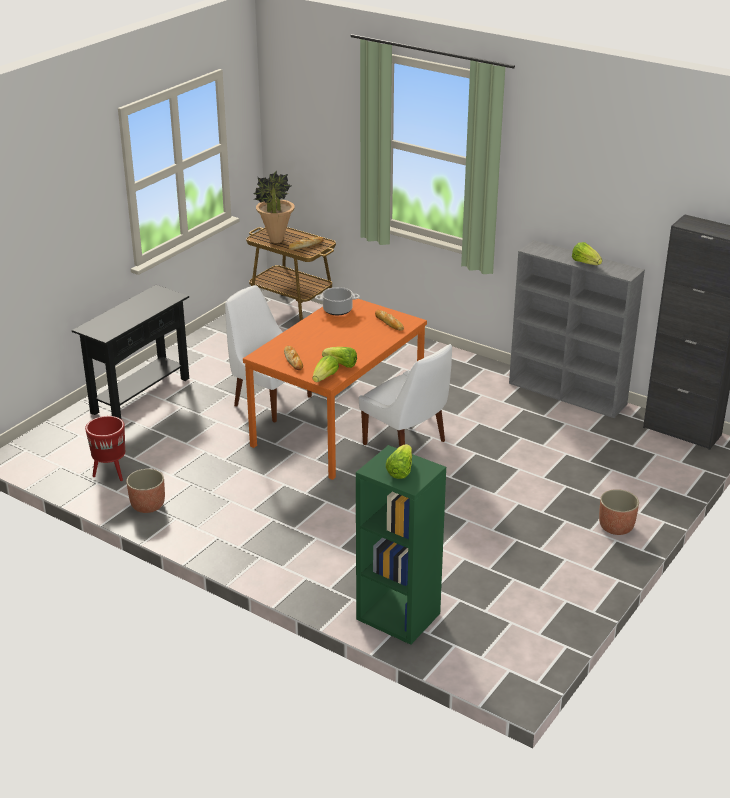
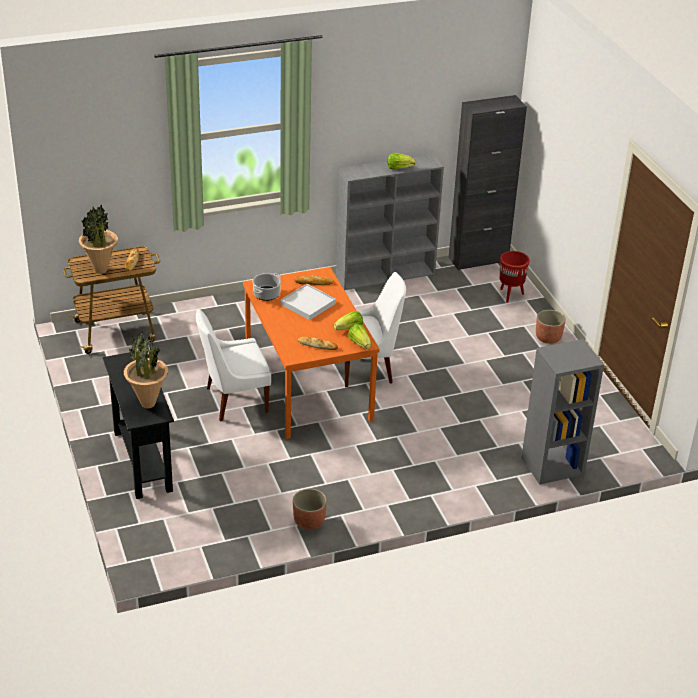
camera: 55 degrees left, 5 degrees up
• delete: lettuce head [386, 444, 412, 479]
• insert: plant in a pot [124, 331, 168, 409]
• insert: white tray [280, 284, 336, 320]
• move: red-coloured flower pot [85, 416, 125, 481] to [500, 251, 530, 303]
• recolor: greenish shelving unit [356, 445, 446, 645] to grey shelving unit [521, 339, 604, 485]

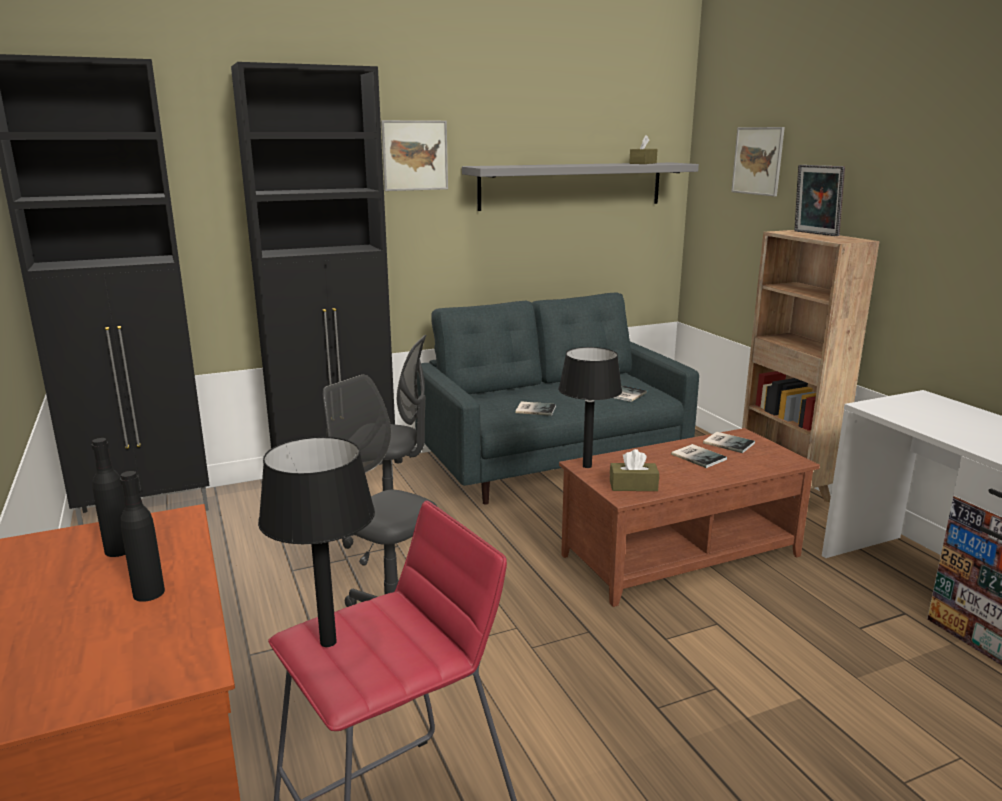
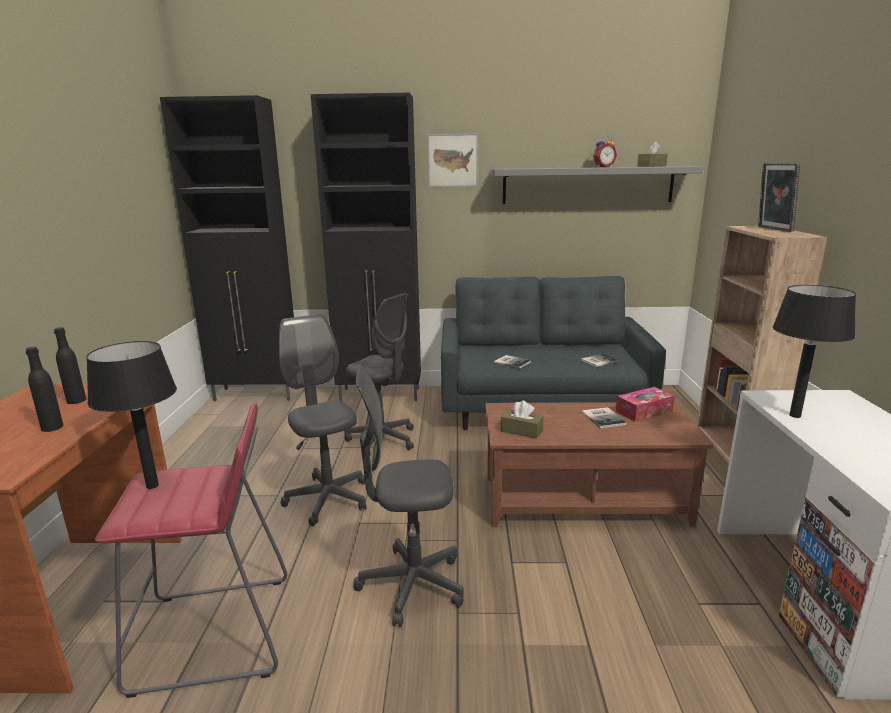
camera: 25 degrees right, 0 degrees up
• delete: wall picture [731, 127, 785, 197]
• insert: grey desk chair [353, 364, 464, 627]
• insert: bedside clock [593, 135, 617, 167]
• move: black lamp for a table [559, 347, 622, 468] to [773, 285, 856, 418]
• replace: bound book [703, 432, 755, 453] to box of tissues [616, 387, 675, 422]

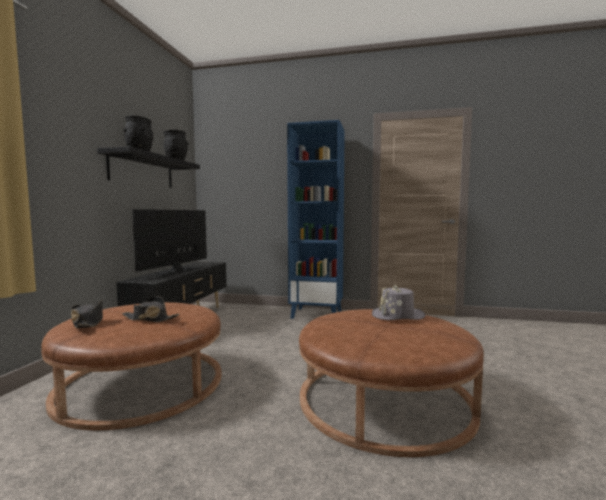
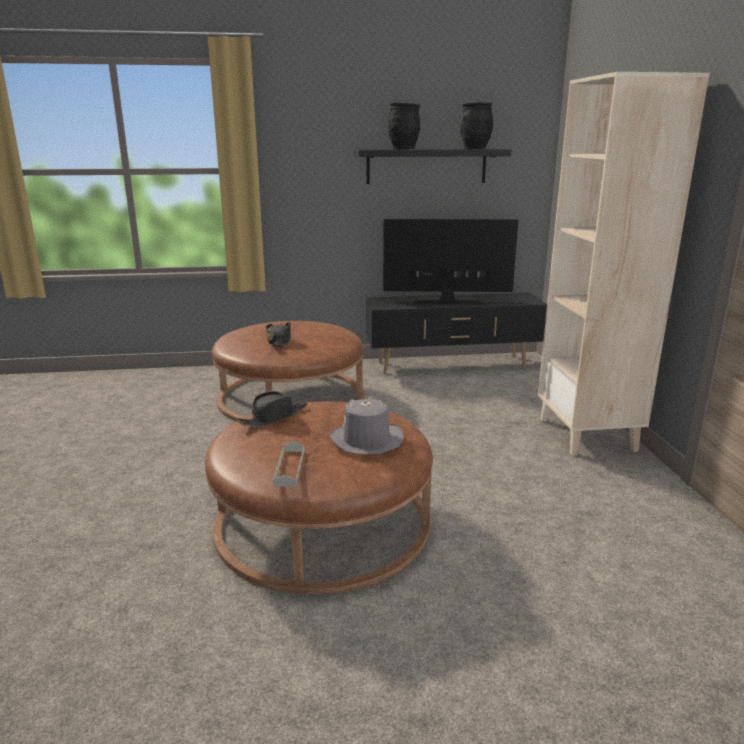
camera: 70 degrees right, 15 degrees up
• insert: grey tray [273, 441, 305, 487]
• move: black hat [71, 300, 103, 328] to [237, 391, 307, 427]
• recolor: bluish shelving unit [287, 120, 345, 319] to beige-coloured shelving unit [538, 72, 710, 456]

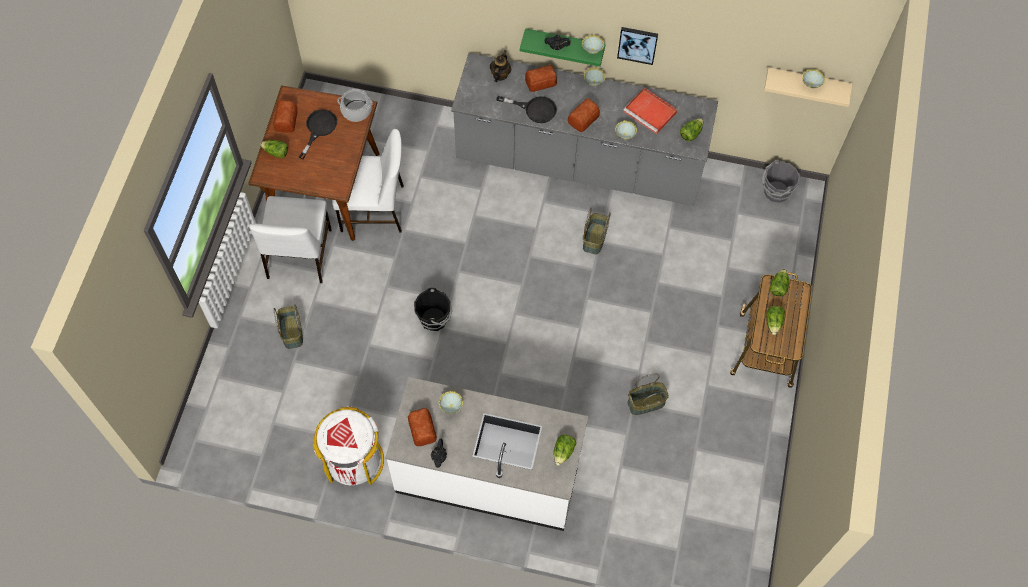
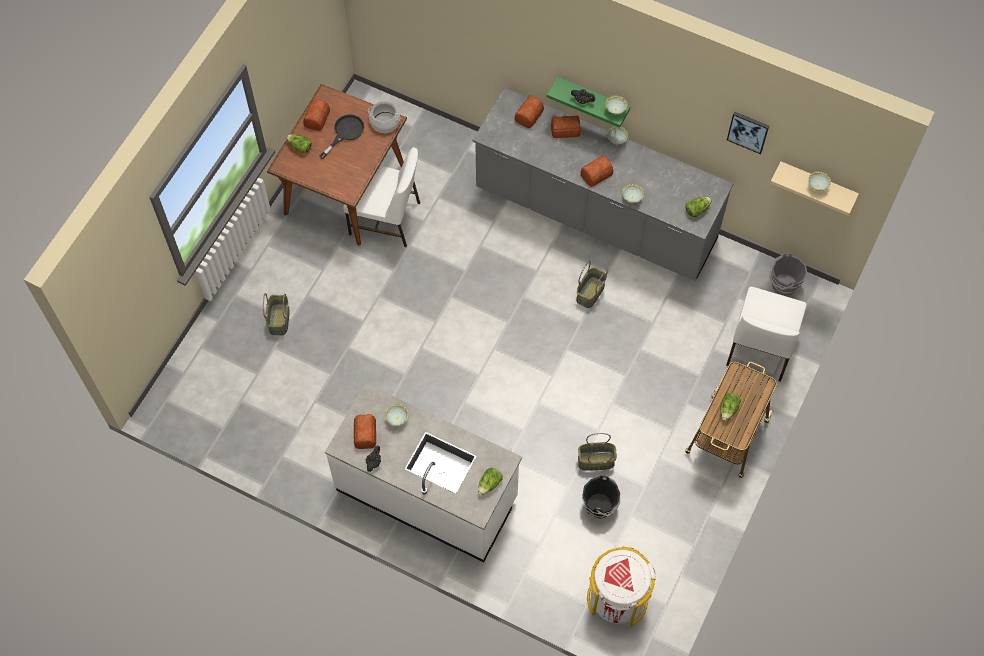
camera: 15 degrees right, 0 degrees up
• delete: black frying pan [496, 96, 557, 123]
• delete: red-coloured tray [624, 87, 678, 134]
• delete: lettuce head [769, 269, 789, 296]
• move: white chair [249, 196, 332, 283] to [726, 287, 807, 382]
• move: white waste bin [313, 407, 384, 485] to [587, 546, 656, 626]
• move: black pail [414, 288, 452, 331] to [582, 476, 620, 519]
• move: wall picture [617, 27, 658, 65] to [727, 112, 769, 154]
• replace: pot for tea [490, 50, 511, 82] to baked bread [515, 95, 544, 128]

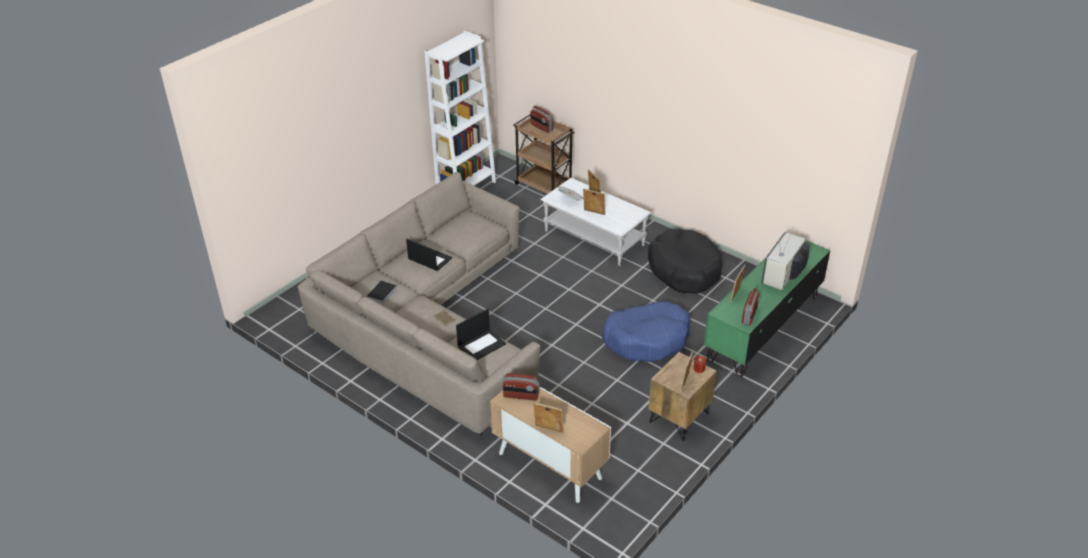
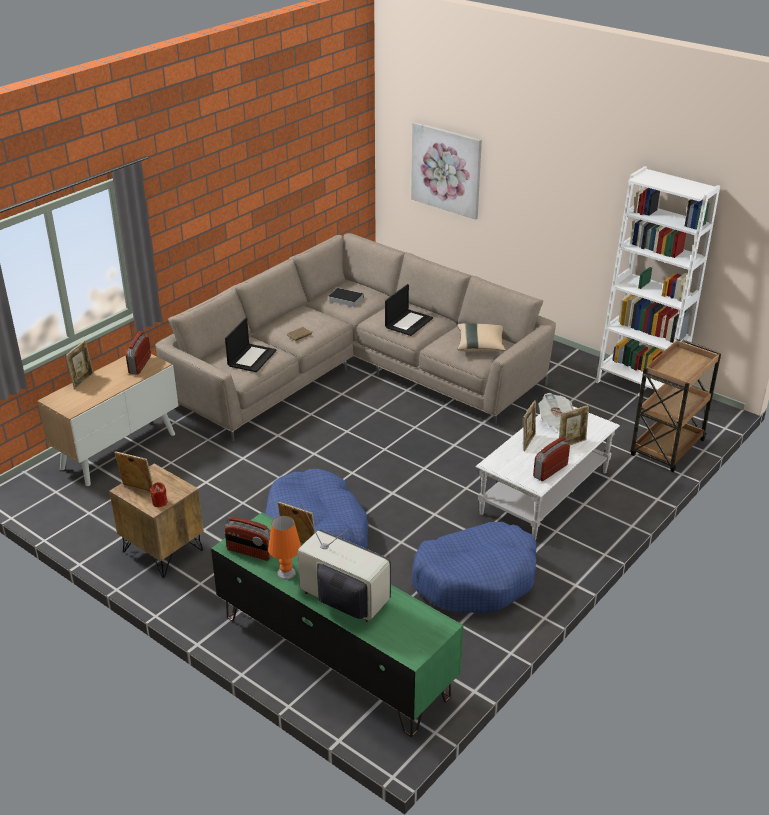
camera: 90 degrees right, 5 degrees down
• insert: orange lamp for a table [268, 516, 301, 579]
• insert: wall picture [411, 122, 482, 220]
• insert: beige-coloured throw pillow [457, 323, 506, 352]
• move: radio receiver [530, 106, 553, 133] to [533, 436, 570, 481]
• recolor: black dog cushion [648, 228, 722, 294] to bluish dog cushion [411, 522, 536, 614]
• rotate: portable computer [456, 309, 506, 360] = [225, 318, 276, 372] 120 degrees counterclockwise

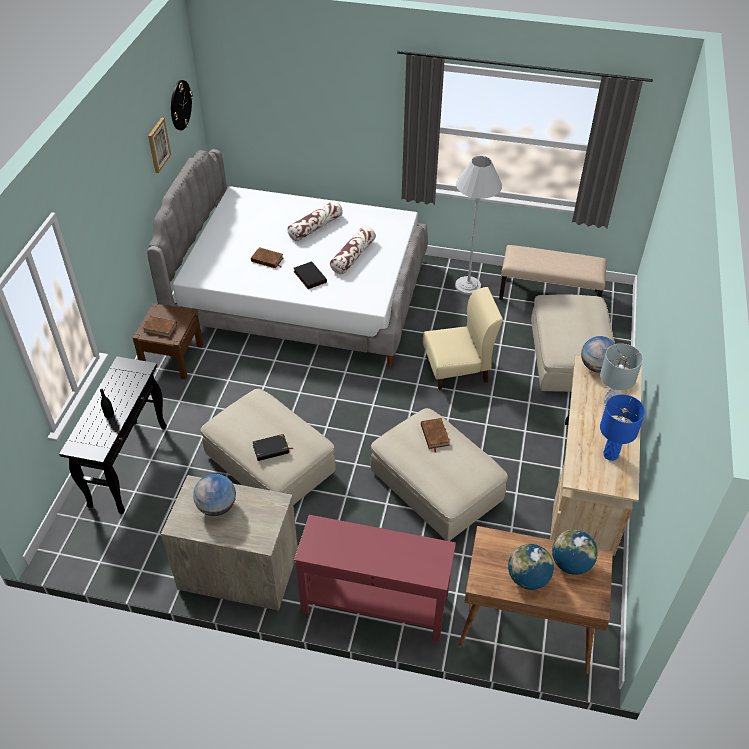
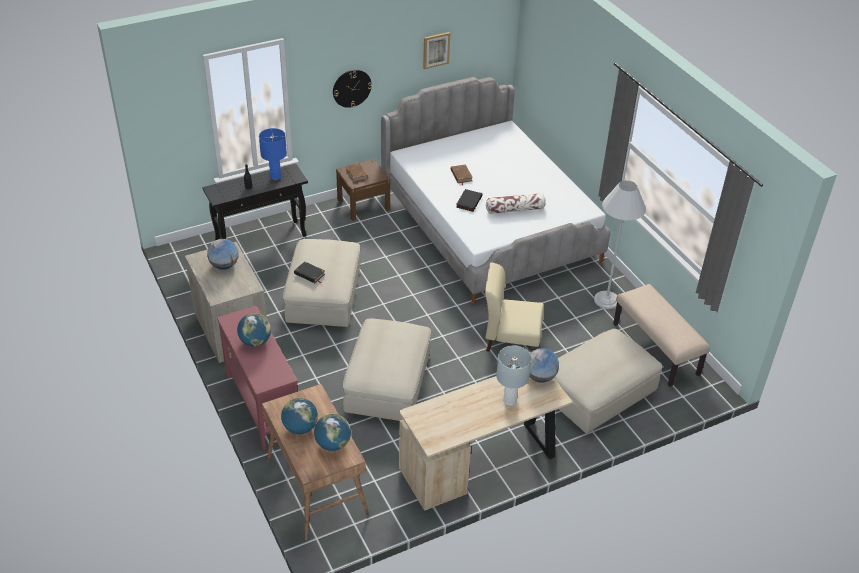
camera: 50 degrees right, 5 degrees down
• delete: throw pillow [288, 200, 343, 241]
• delete: brownish bound book [421, 418, 450, 453]
• insert: world globe [237, 313, 271, 347]
• move: hanging clock [171, 80, 193, 130] to [333, 70, 372, 108]
• move: bluish lamp for a table [600, 394, 645, 461] to [259, 128, 287, 180]
• rotate: beige-coloured chair [423, 287, 503, 390] = [485, 263, 544, 352] 150 degrees clockwise

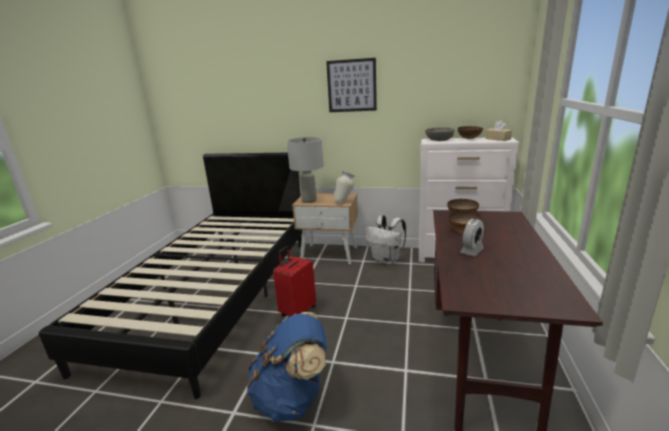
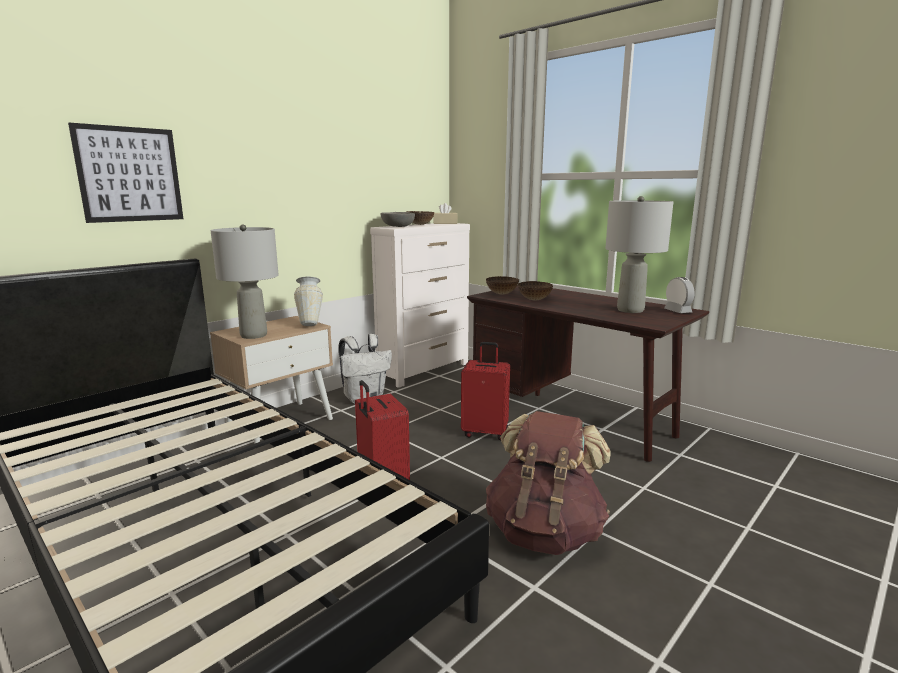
camera: 60 degrees left, 5 degrees down
• insert: red-coloured travel case [461, 342, 510, 441]
• insert: grey lamp for a table [605, 196, 673, 313]
• move: wall picture [326, 58, 377, 112] to [68, 123, 183, 223]
• move: bedside clock [460, 219, 484, 256] to [664, 277, 695, 313]
• recolor: bluish rucksack [247, 312, 327, 422] to brownish rucksack [486, 411, 611, 555]

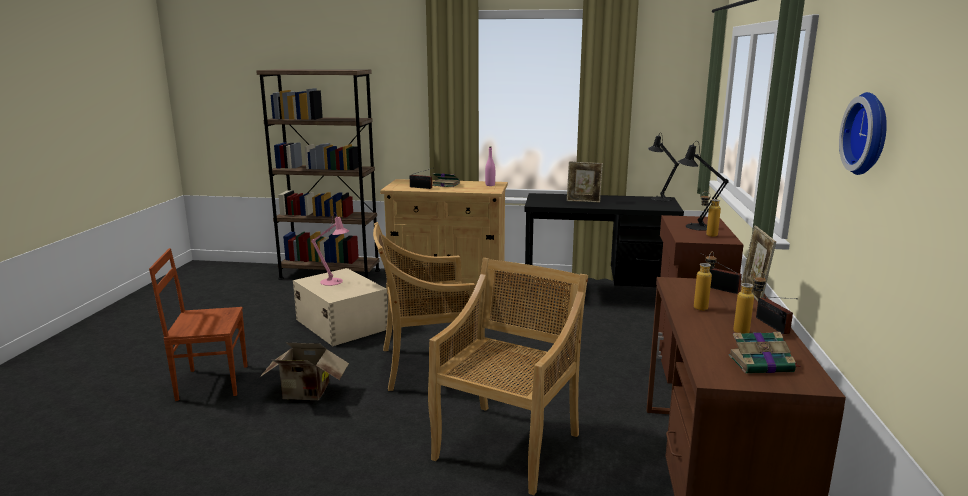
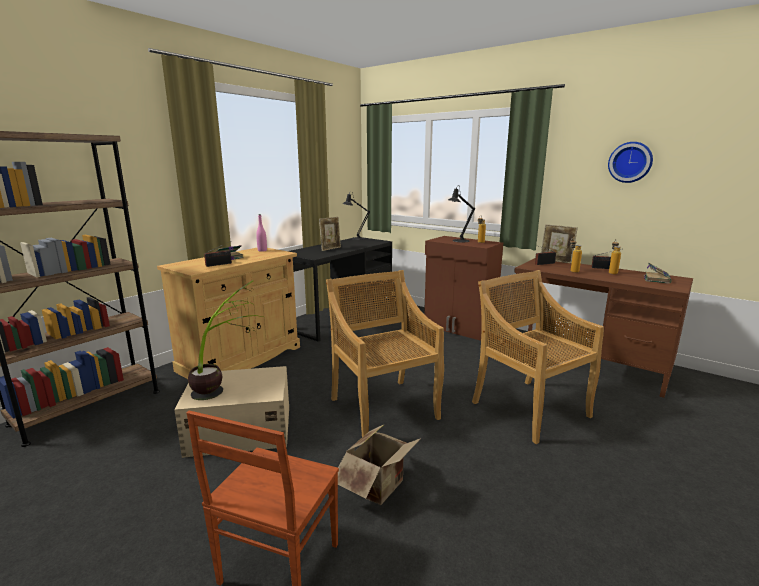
camera: 60 degrees left, 0 degrees up
• replace: pinkish lamp for a table [311, 213, 349, 286] to plant in a pot [188, 280, 263, 400]
• rotate: beige-coloured chair [373, 222, 476, 391] = [326, 270, 444, 437] 135 degrees clockwise

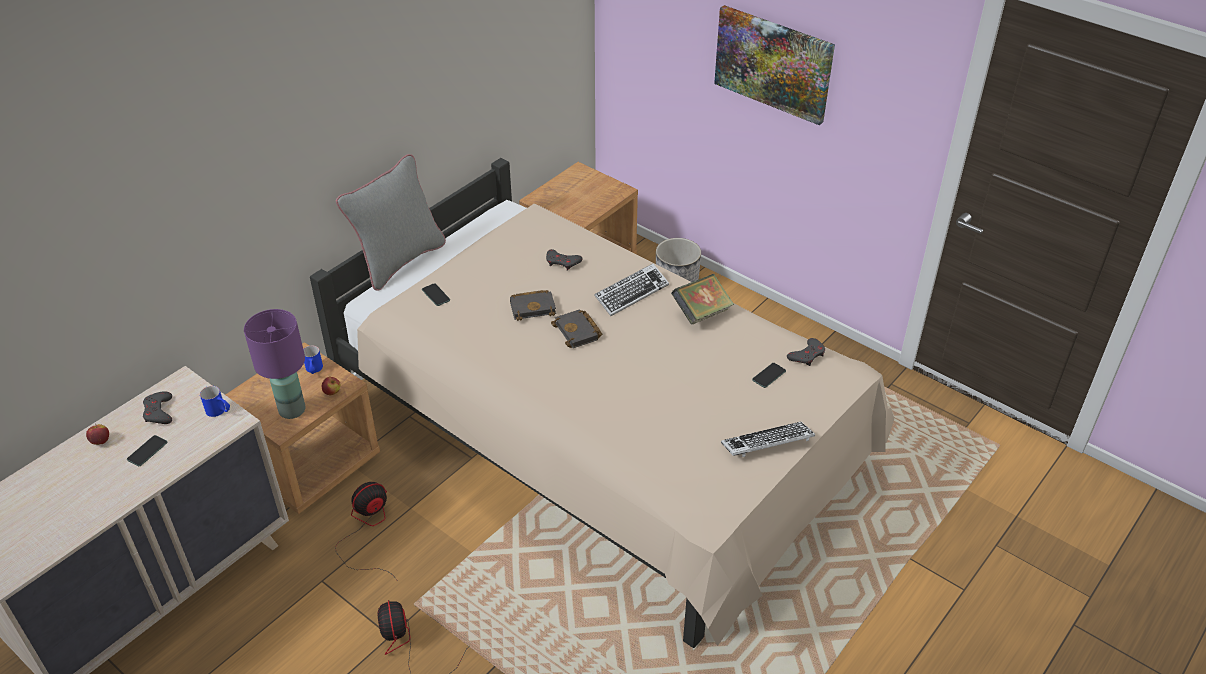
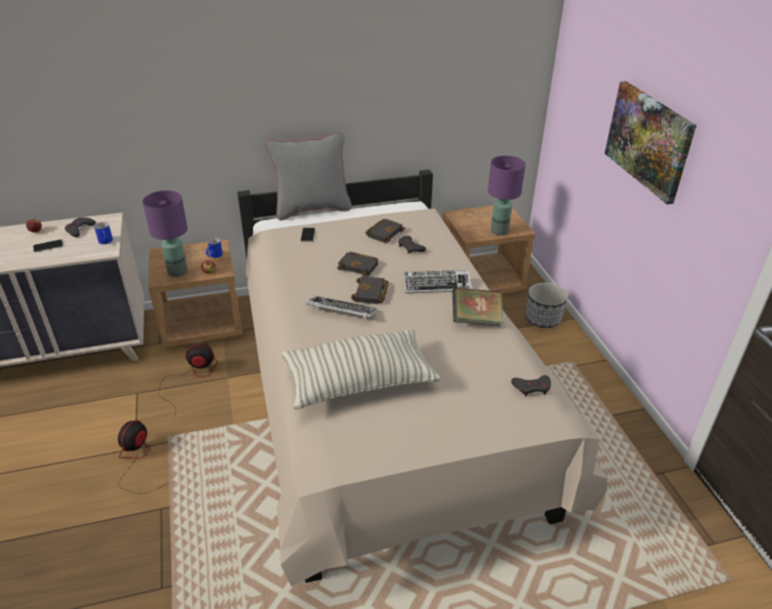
camera: 35 degrees right, 5 degrees down
• delete: telephone [752, 363, 786, 388]
• insert: throw pillow [282, 328, 440, 410]
• insert: black bound book [365, 219, 405, 243]
• insert: purple lamp for a table [488, 156, 525, 236]
• move: keyboard [721, 422, 815, 457] to [305, 296, 378, 319]

